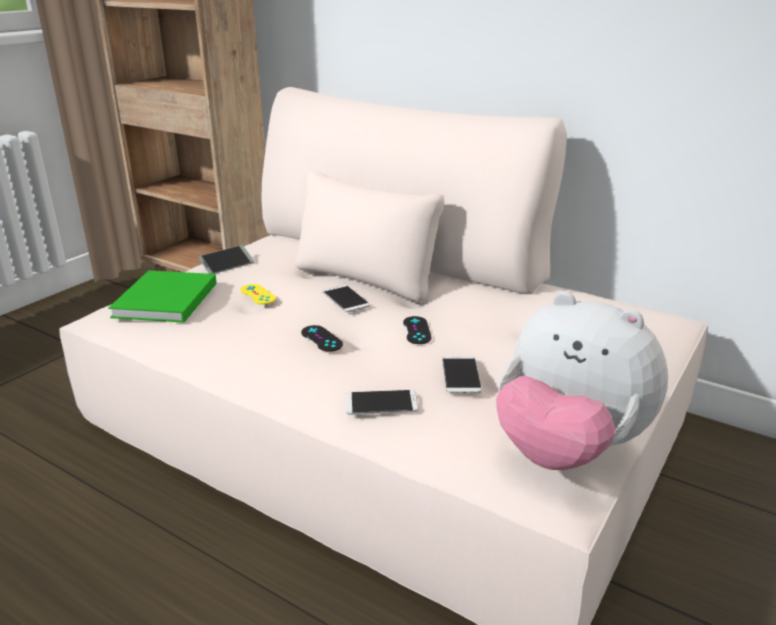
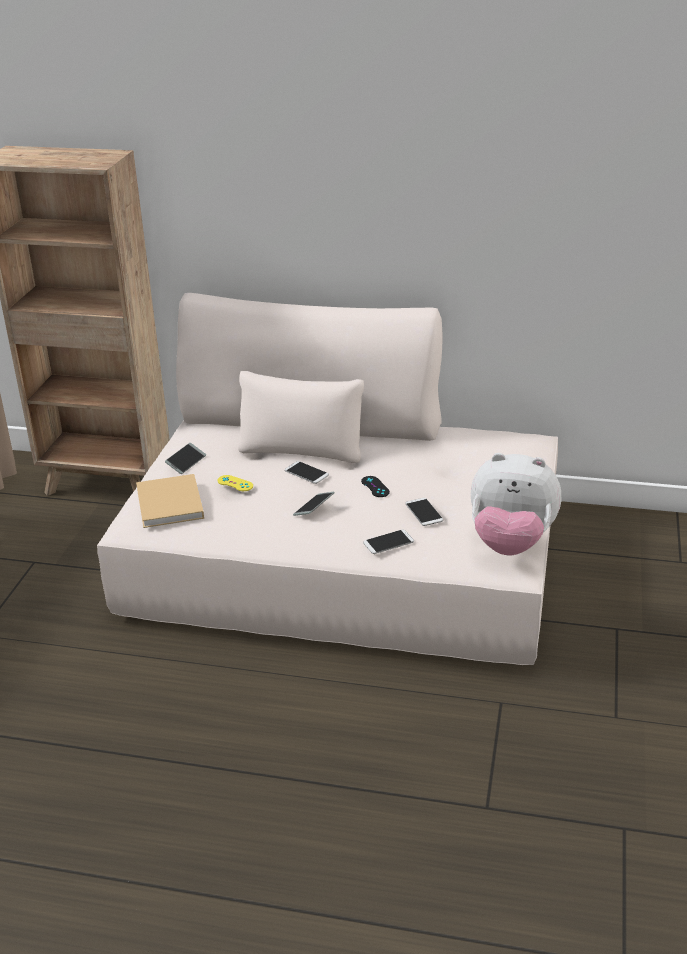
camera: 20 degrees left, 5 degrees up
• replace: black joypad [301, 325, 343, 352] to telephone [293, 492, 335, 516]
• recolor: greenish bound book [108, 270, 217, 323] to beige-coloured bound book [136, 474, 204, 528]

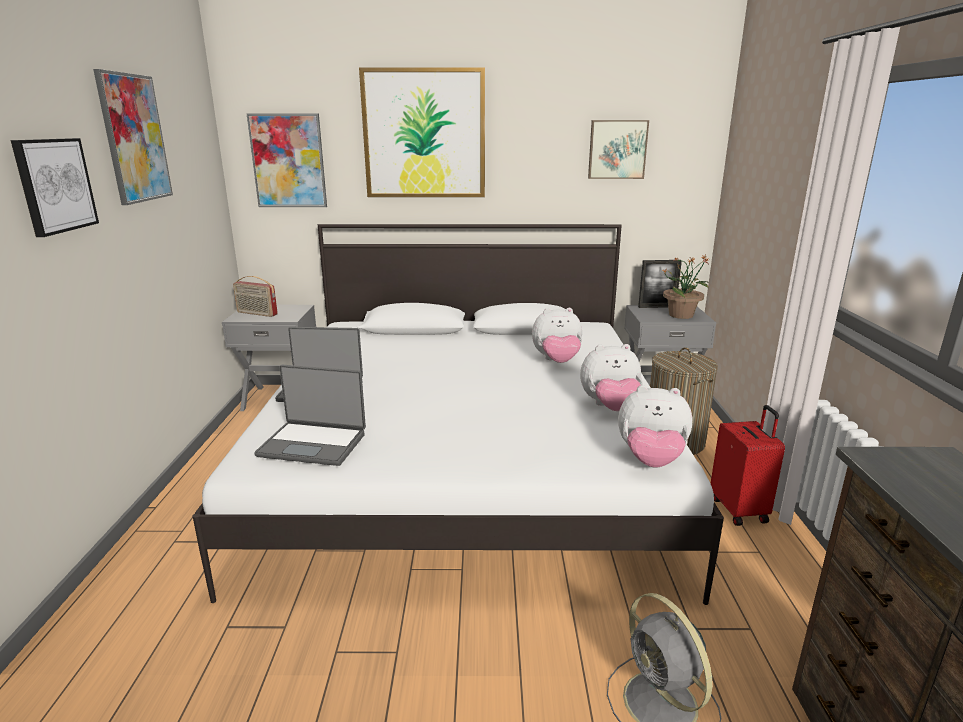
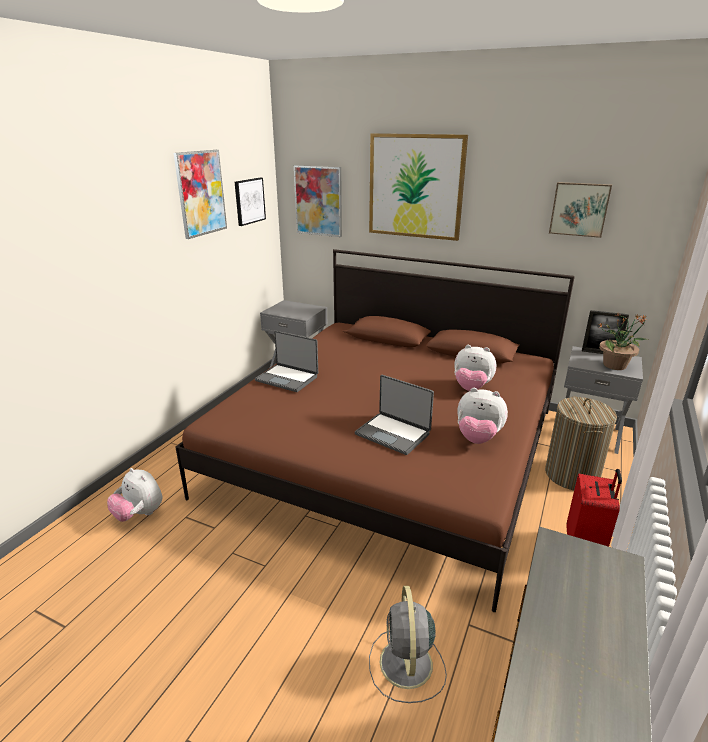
camera: 25 degrees right, 5 degrees up
• delete: radio receiver [233, 276, 278, 317]
• move: wall picture [10, 138, 99, 237] to [235, 178, 266, 226]
• move: portable computer [254, 365, 366, 466] to [355, 375, 434, 455]
• move: plush toy [618, 385, 692, 467] to [107, 468, 163, 522]
• recolor: white bed [193, 224, 724, 605] to brownish bed [176, 249, 575, 612]

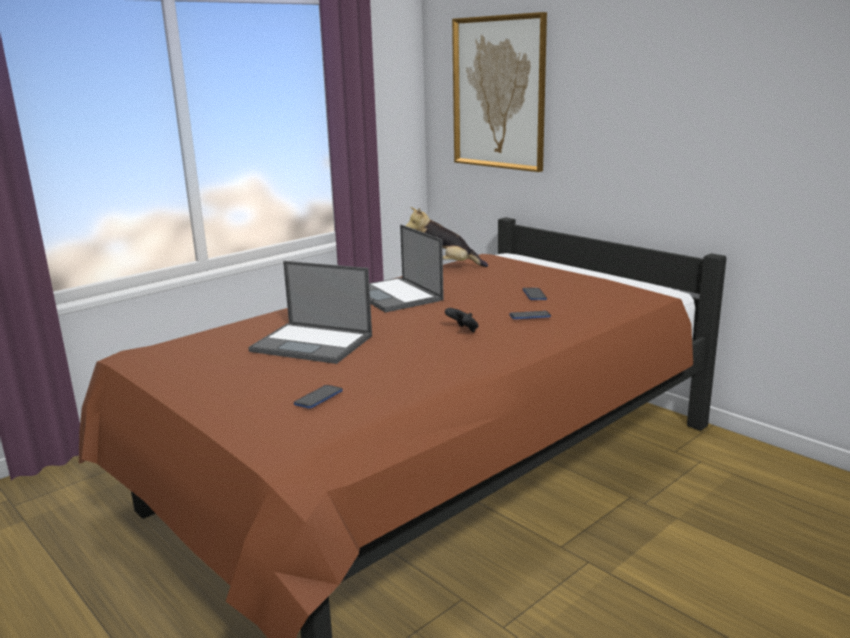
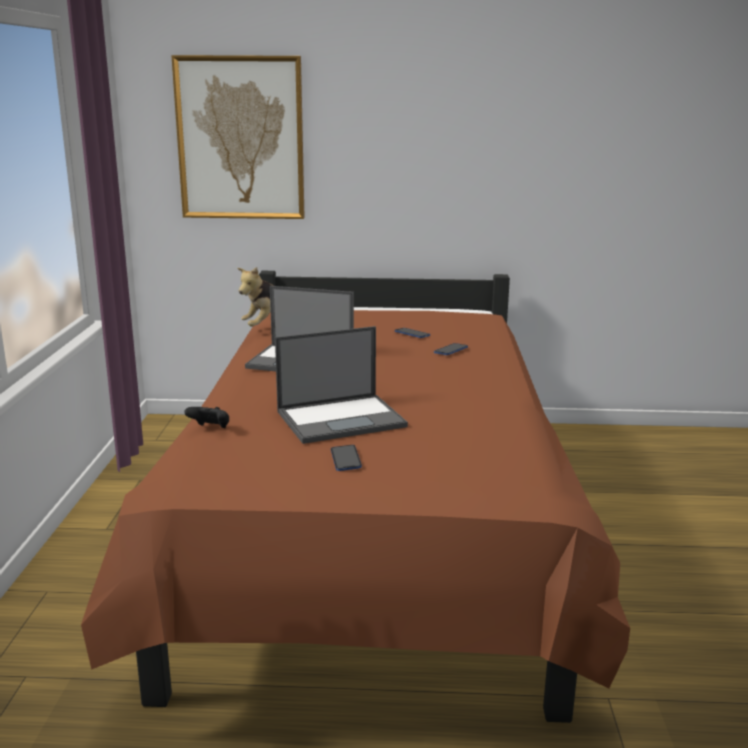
camera: 45 degrees left, 0 degrees up
• move: telephone [294, 385, 343, 408] to [331, 445, 362, 471]
• move: black joypad [445, 308, 479, 333] to [184, 407, 229, 428]

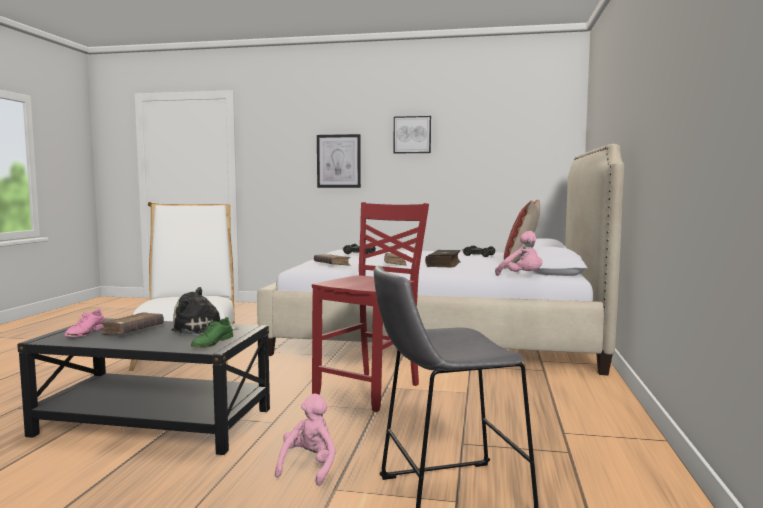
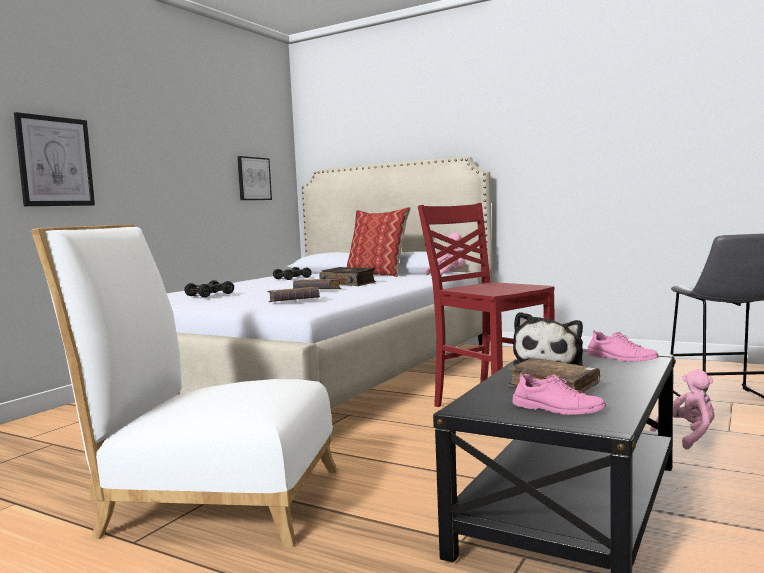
camera: 70 degrees left, 0 degrees up
• move: wall picture [394, 116, 431, 153] to [237, 156, 272, 200]
• recolor: greenish item of footwear [191, 317, 233, 348] to pinkish item of footwear [587, 330, 659, 362]
• rotate: pinkish plush toy [275, 393, 336, 486] = [650, 369, 714, 450] 120 degrees clockwise

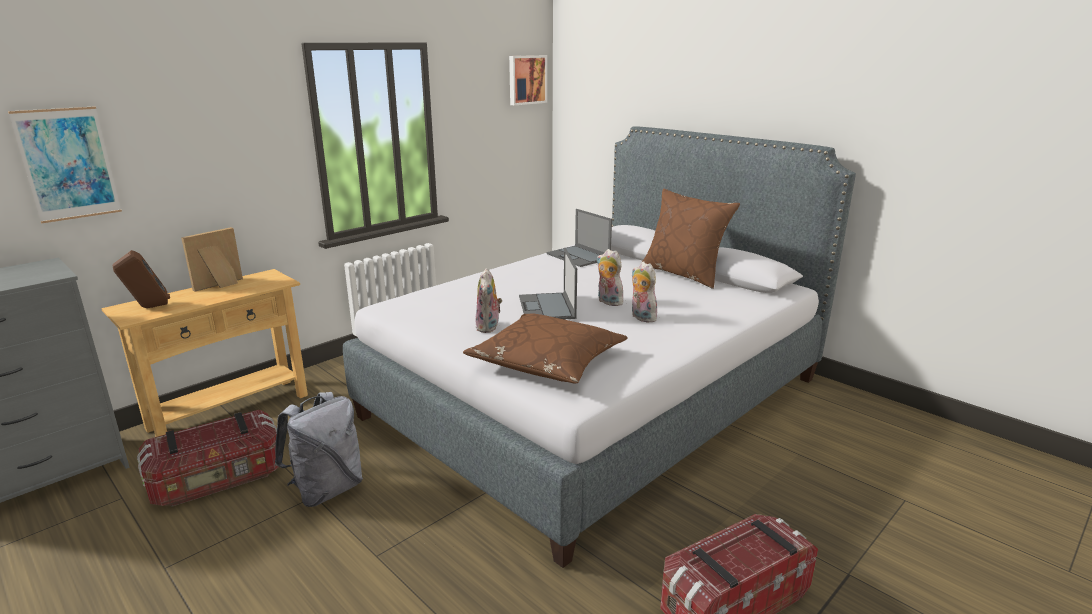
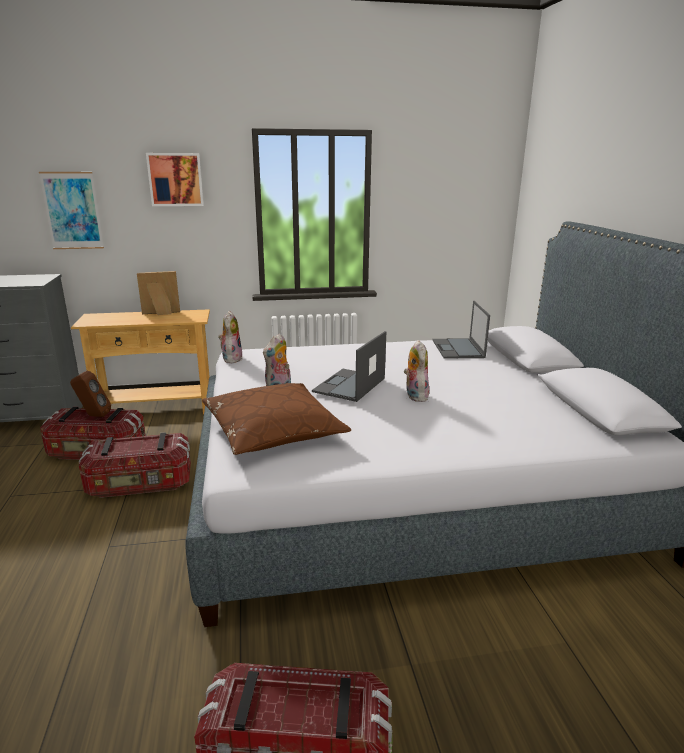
camera: 35 degrees right, 0 degrees up
• delete: brownish throw pillow [641, 188, 740, 289]
• move: brownish audio speaker [113, 250, 170, 308] to [70, 371, 111, 417]
• move: wall picture [509, 55, 547, 105] to [146, 153, 204, 206]
• move: plush toy [632, 262, 657, 322] to [218, 311, 243, 363]
• replace: grey rucksack [275, 392, 363, 507] to storage box [79, 432, 191, 498]

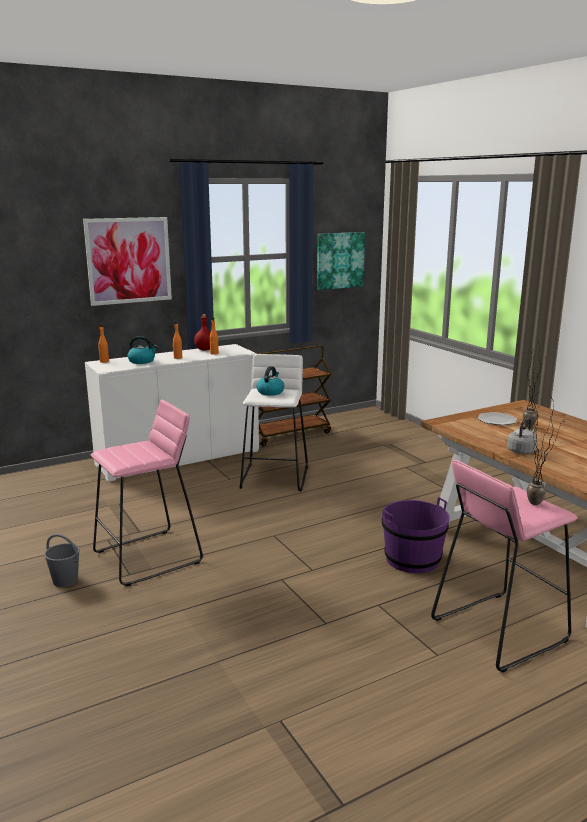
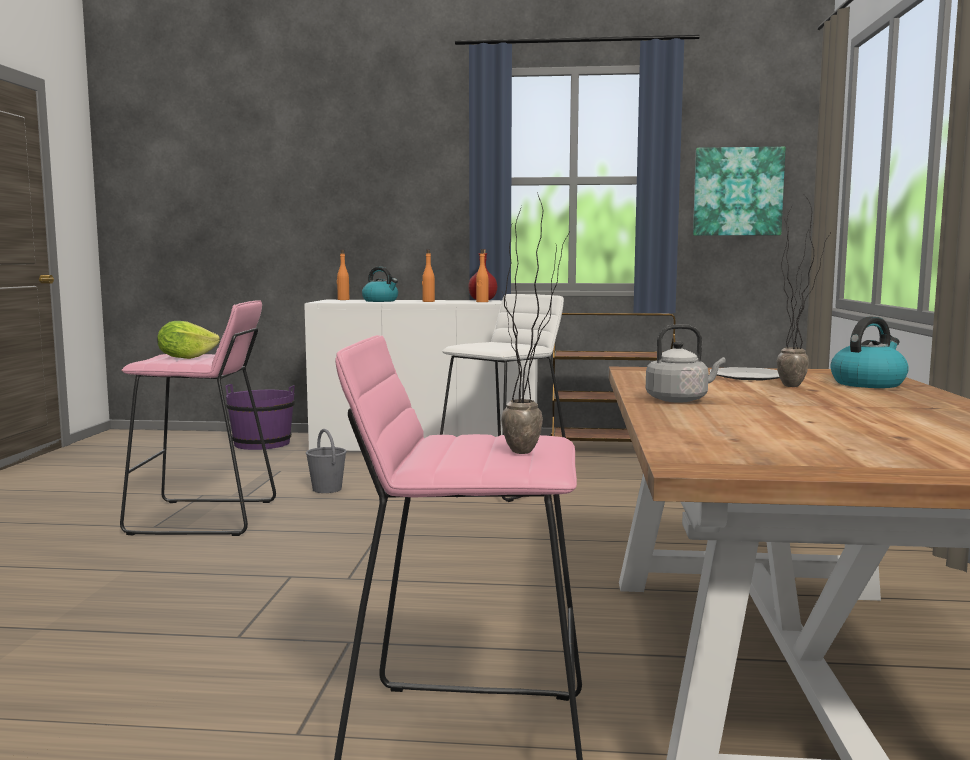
camera: 35 degrees right, 10 degrees down
• delete: wall picture [83, 217, 172, 306]
• insert: lettuce head [157, 321, 220, 359]
• move: grey pail [44, 534, 80, 587] to [306, 429, 347, 493]
• move: kettle [257, 366, 284, 396] to [830, 316, 909, 388]
• move: purple pail [382, 497, 450, 573] to [225, 384, 295, 450]

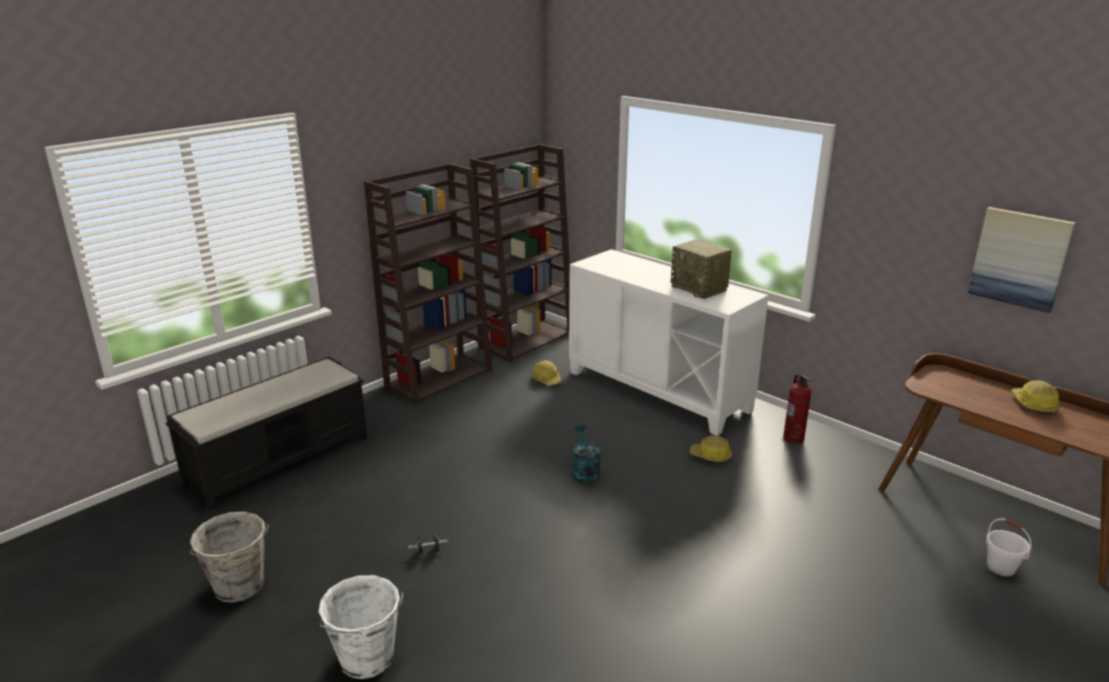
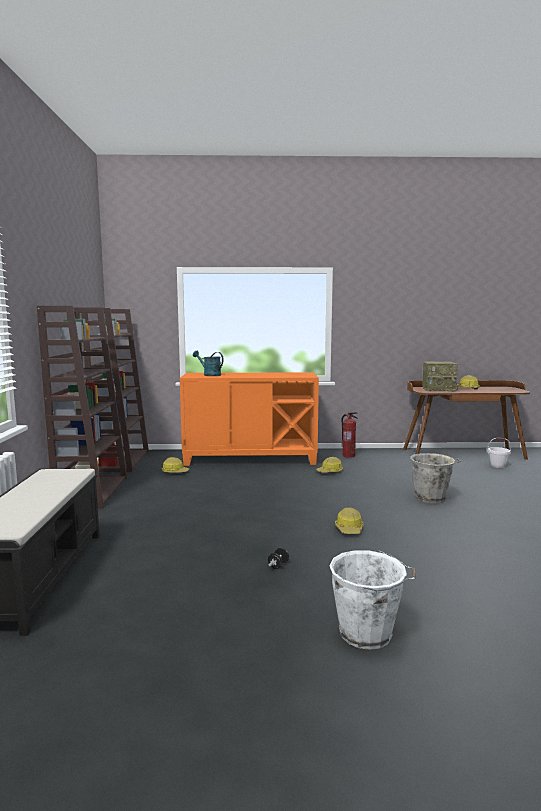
camera: 45 degrees left, 15 degrees down
• delete: wall picture [968, 207, 1076, 313]
• insert: hard hat [335, 507, 364, 534]
• move: grey pail [190, 512, 269, 603] to [410, 453, 461, 503]
• move: turquoise watering pot [572, 423, 601, 483] to [193, 351, 224, 376]
• move: radio receiver [671, 239, 732, 299] to [422, 362, 458, 392]
• recolor: white cabinet [569, 249, 769, 436] to orange cabinet [180, 373, 319, 466]

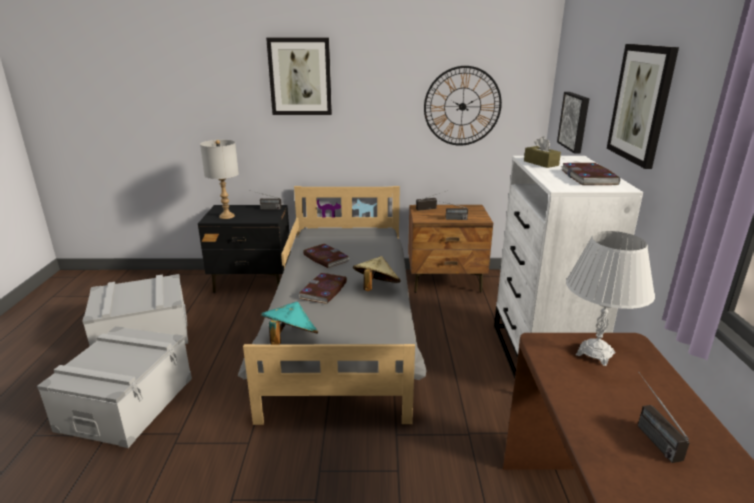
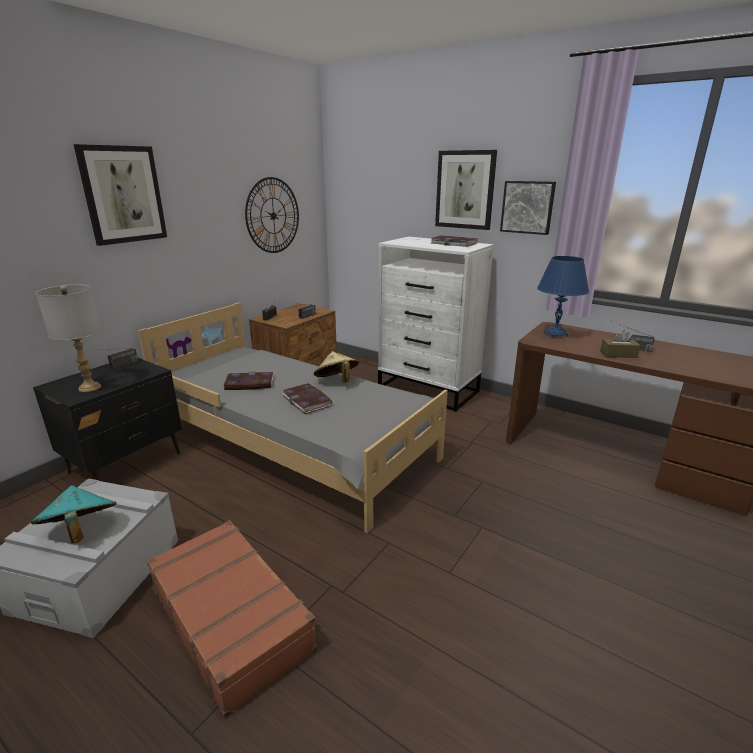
camera: 55 degrees left, 0 degrees up
• move: turquoise hat [261, 302, 318, 344] to [31, 485, 116, 543]
• move: brownish box of tissues [524, 136, 561, 168] to [600, 330, 641, 358]
• move: wall picture [557, 92, 589, 154] to [500, 181, 556, 235]
• replace: grey storage box [37, 326, 192, 448] to brownish travel case [146, 520, 317, 718]
• recolor: white lamp for a table [566, 231, 655, 366] to bluish lamp for a table [537, 256, 589, 338]

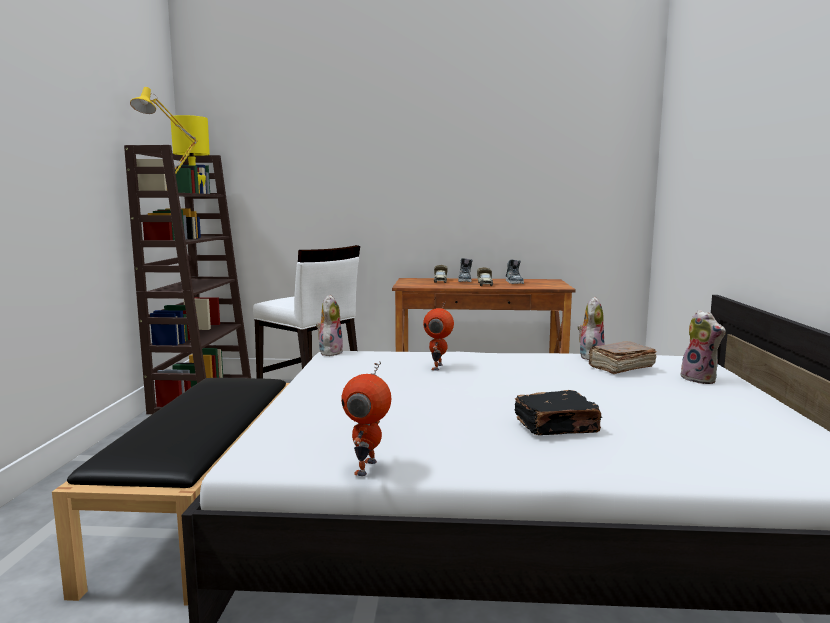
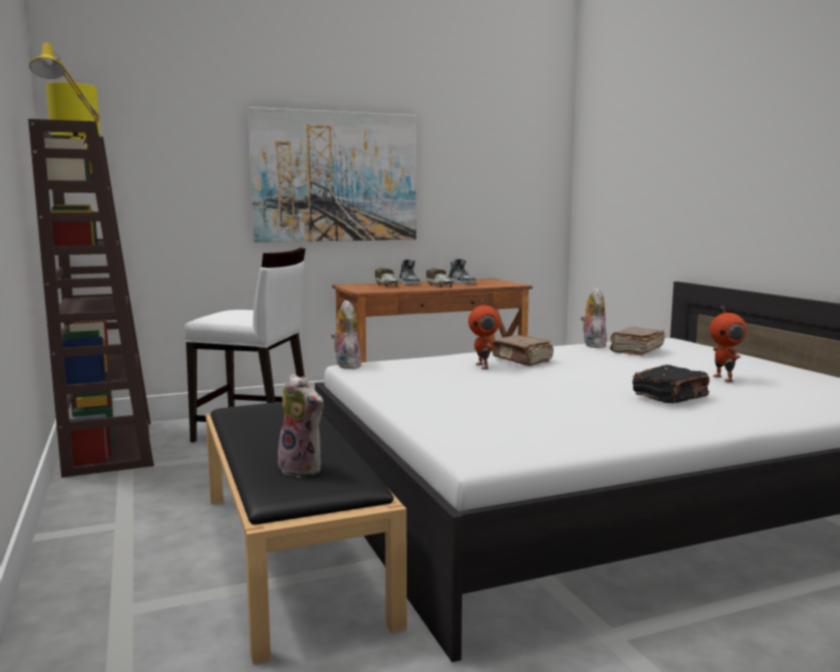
camera: 25 degrees left, 0 degrees up
• insert: wall picture [248, 107, 416, 242]
• insert: brownish bound book [492, 335, 554, 366]
• move: robot figure [341, 362, 391, 476] to [709, 305, 747, 382]
• move: plush toy [680, 310, 726, 384] to [278, 374, 324, 477]

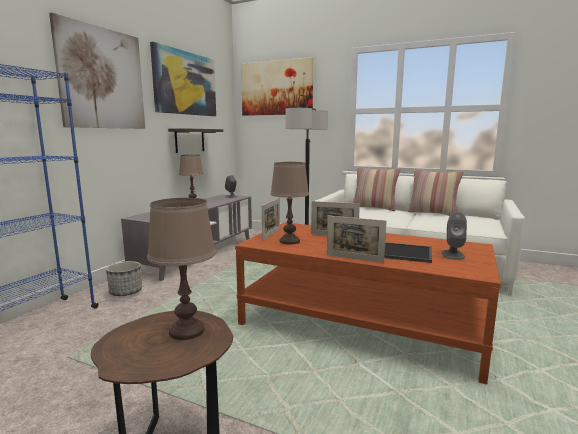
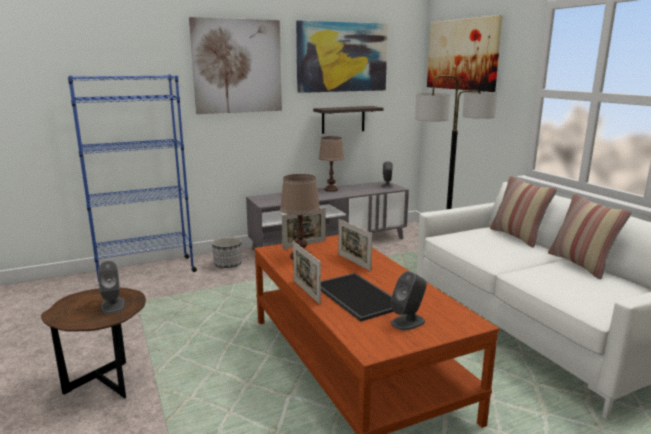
camera: 40 degrees right, 5 degrees up
• replace: brownish lamp for a table [147, 198, 216, 340] to grey audio speaker [98, 261, 125, 314]

